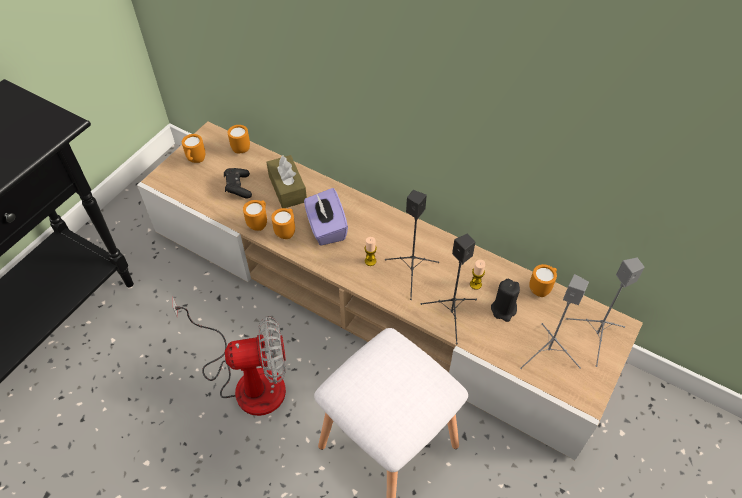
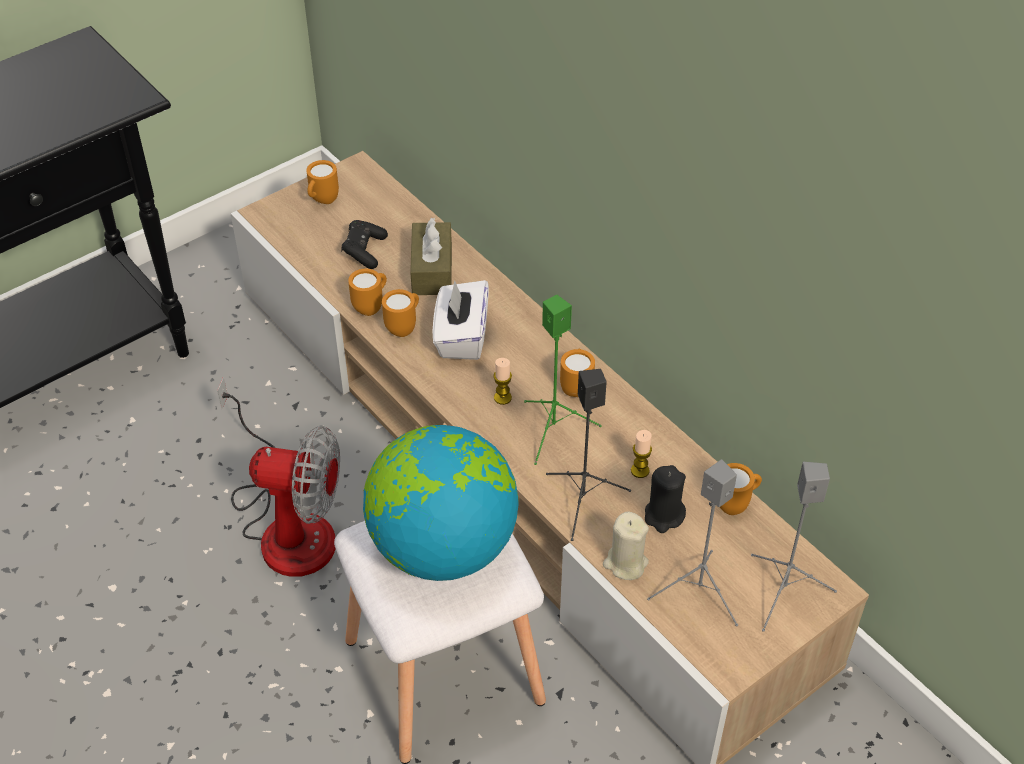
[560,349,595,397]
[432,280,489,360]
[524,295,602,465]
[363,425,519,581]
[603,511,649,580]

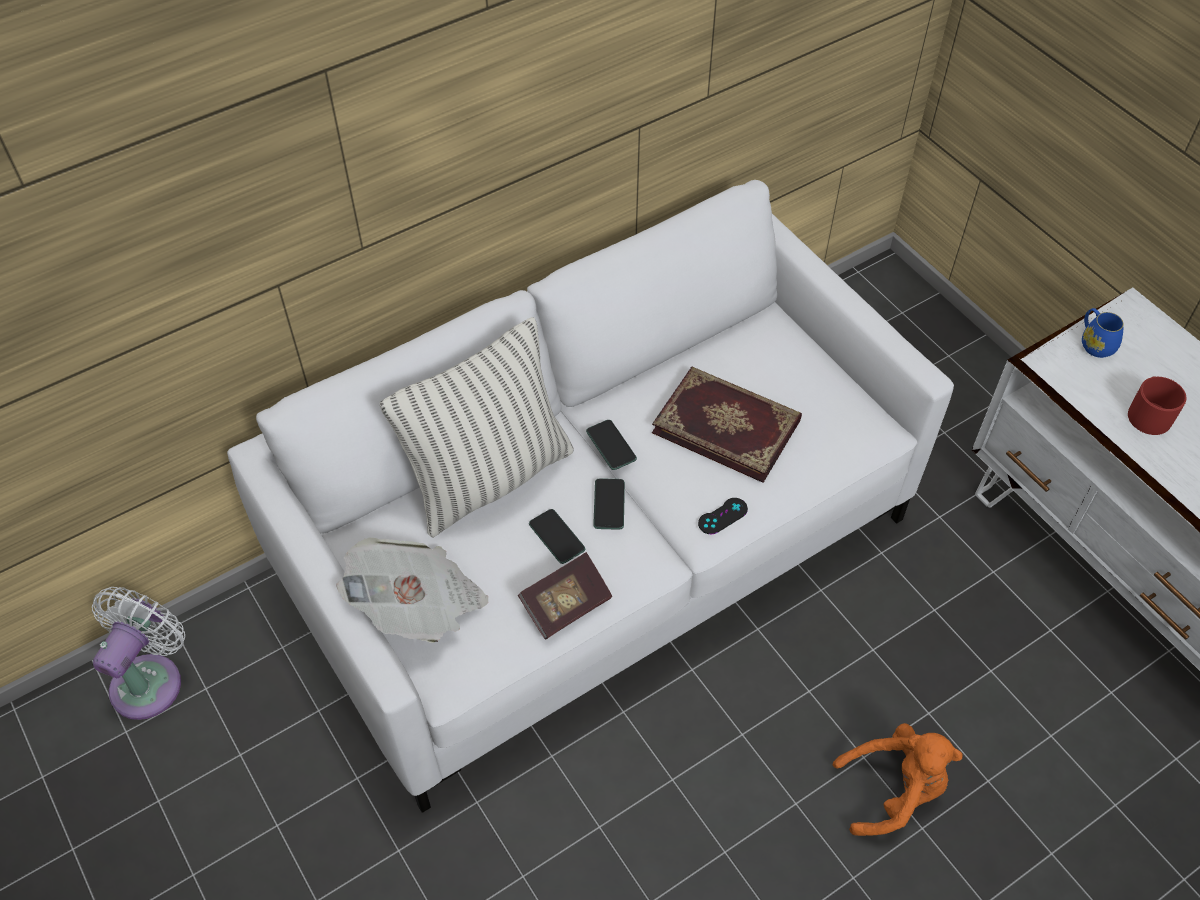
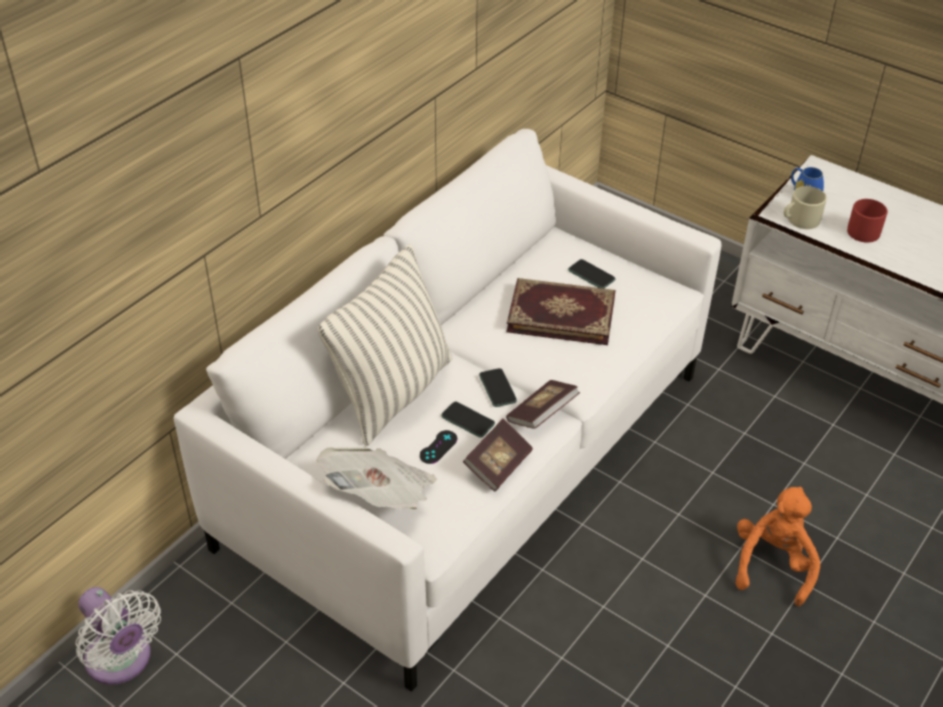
[76,587,161,685]
[568,259,615,289]
[420,430,457,464]
[736,487,820,606]
[506,380,580,429]
[784,186,827,229]

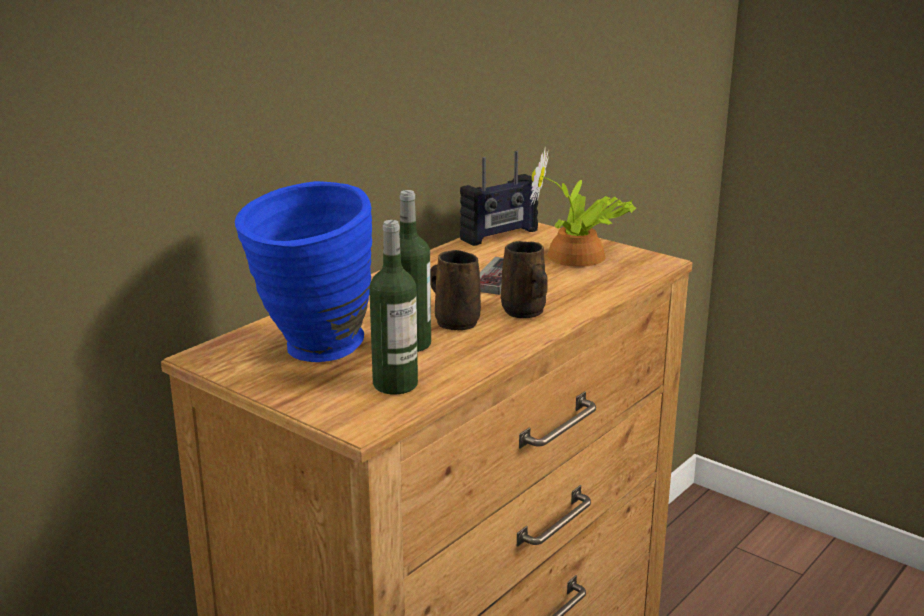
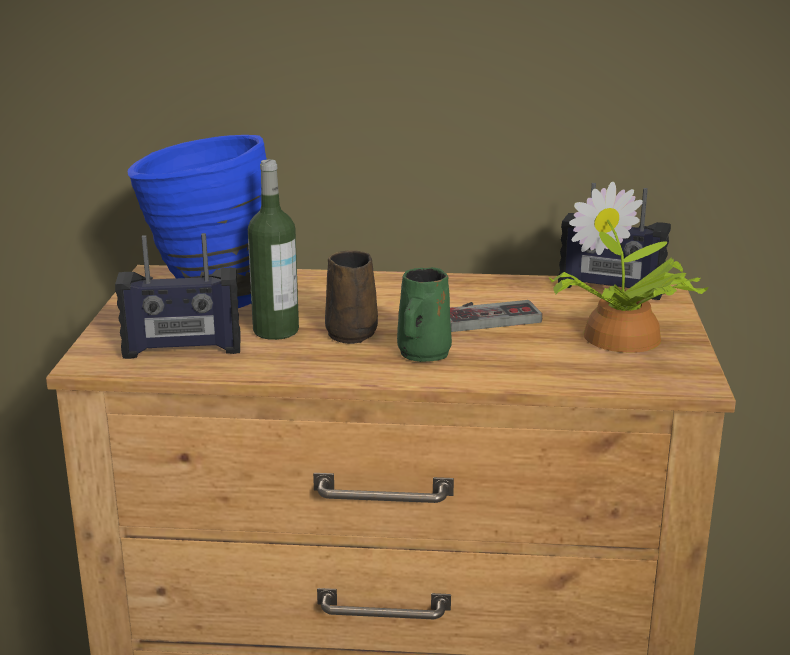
[115,233,241,359]
[397,267,452,362]

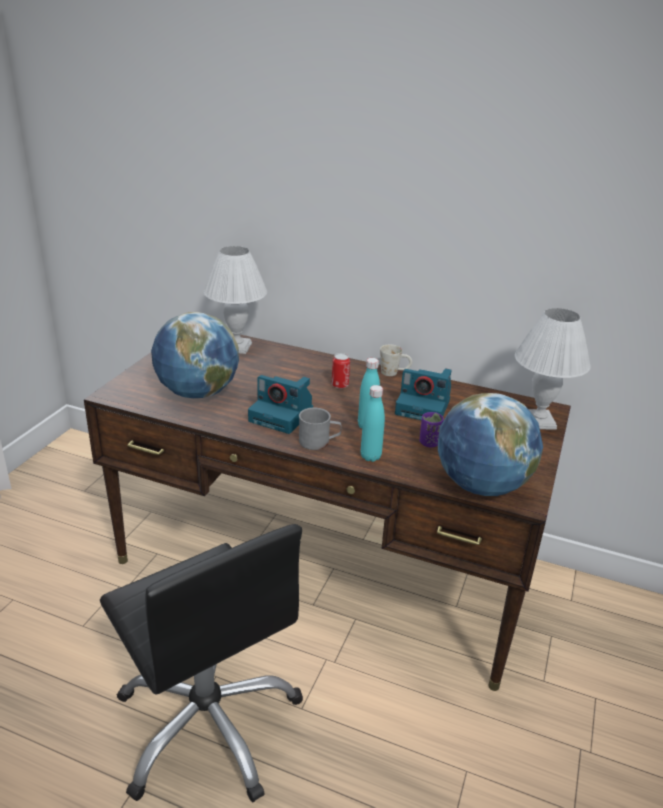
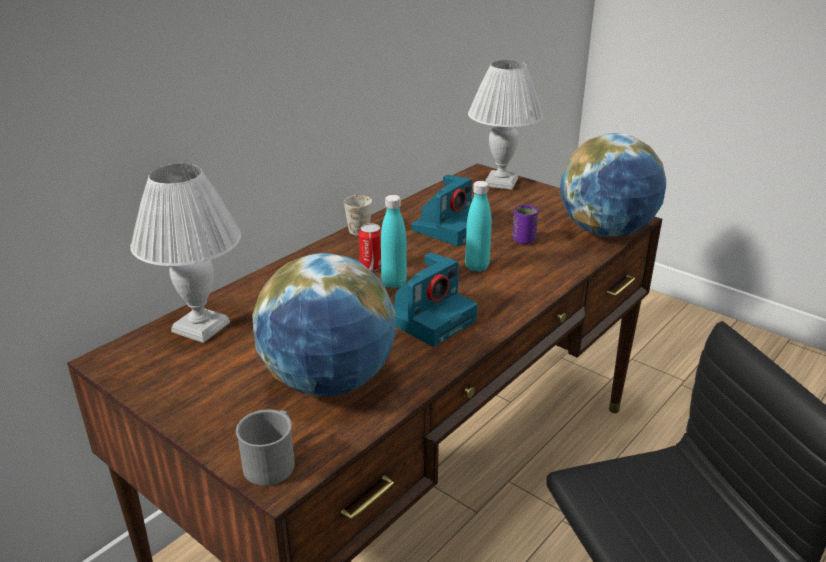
[236,409,295,486]
[381,195,407,289]

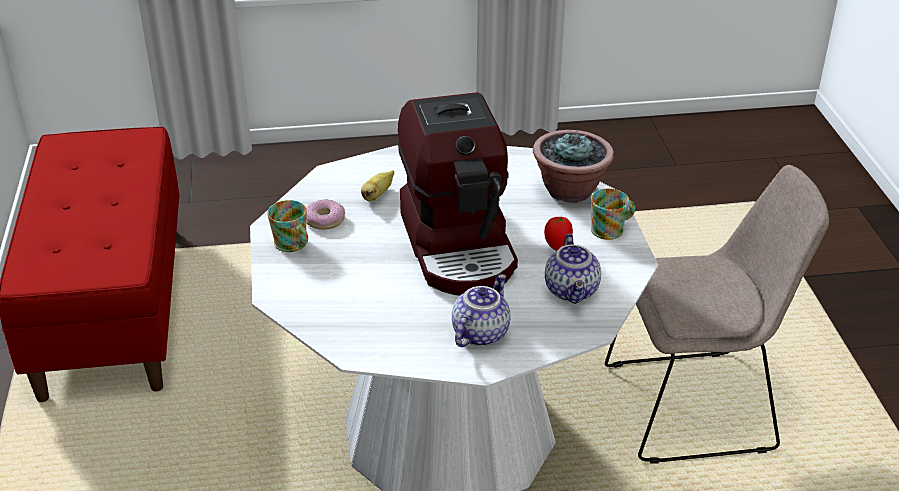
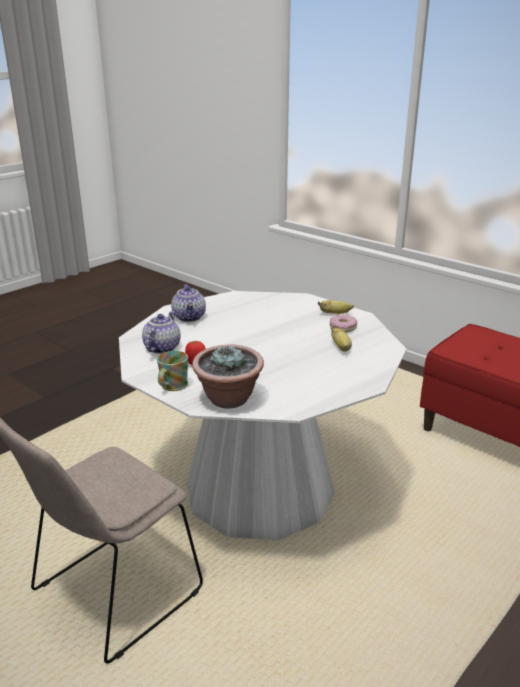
[318,300,354,314]
[397,92,518,296] (first image)
[142,311,181,354]

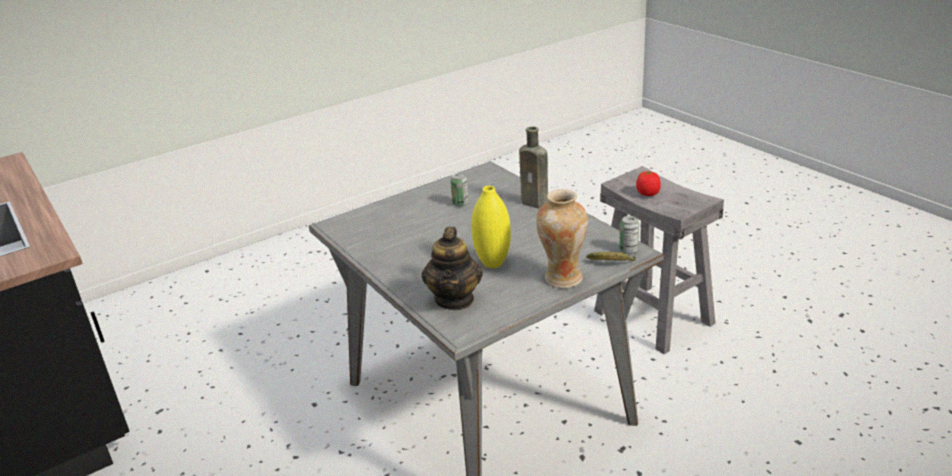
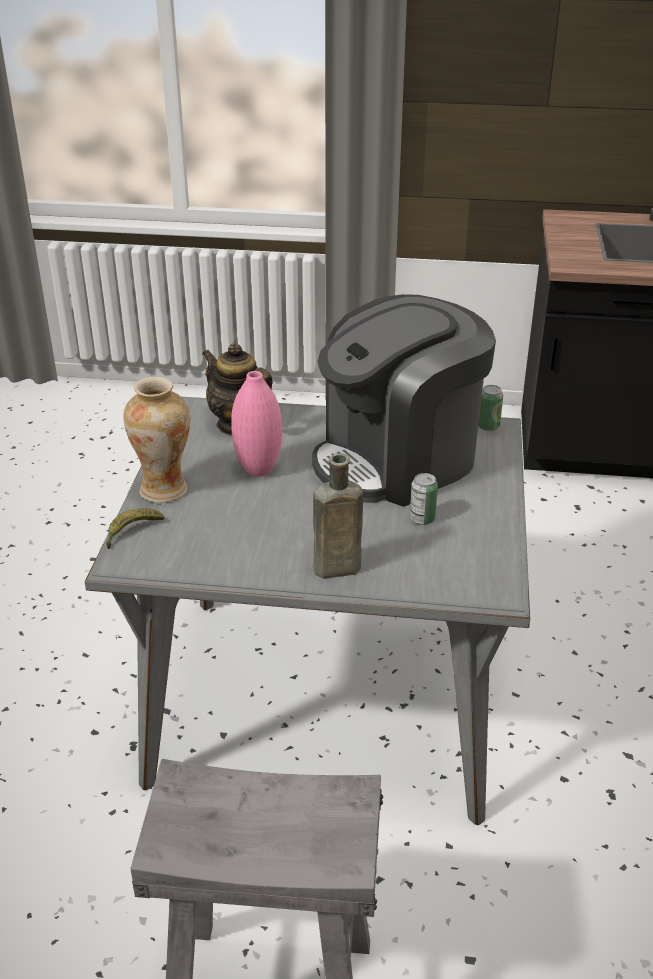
[231,371,282,477]
[478,385,503,431]
[636,170,661,196] (first image)
[312,294,496,507]

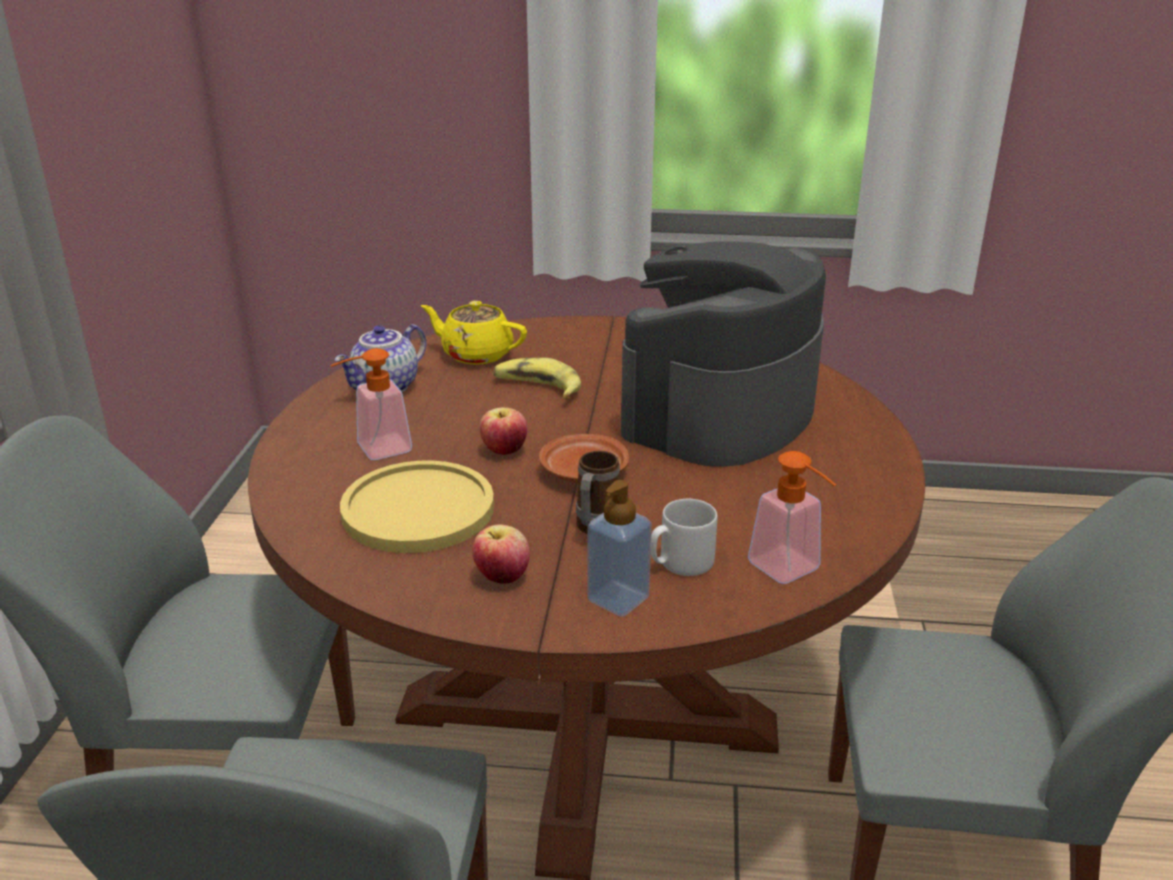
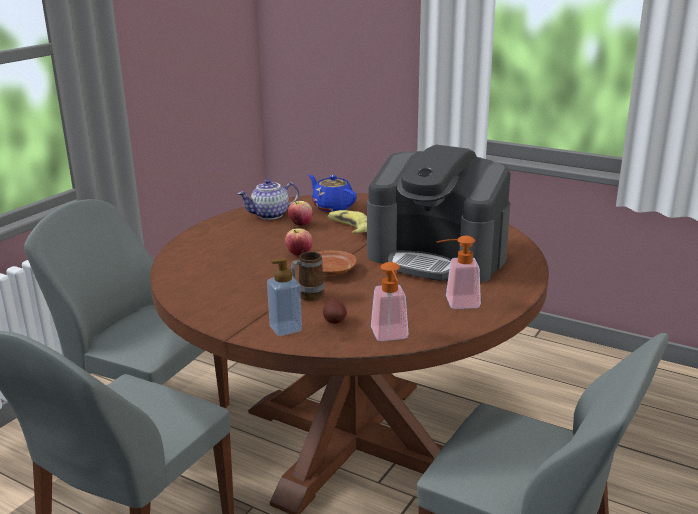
[436,236,481,309]
[340,460,494,553] (first image)
[308,175,357,212]
[288,200,313,226]
[367,145,511,283]
[323,298,347,324]

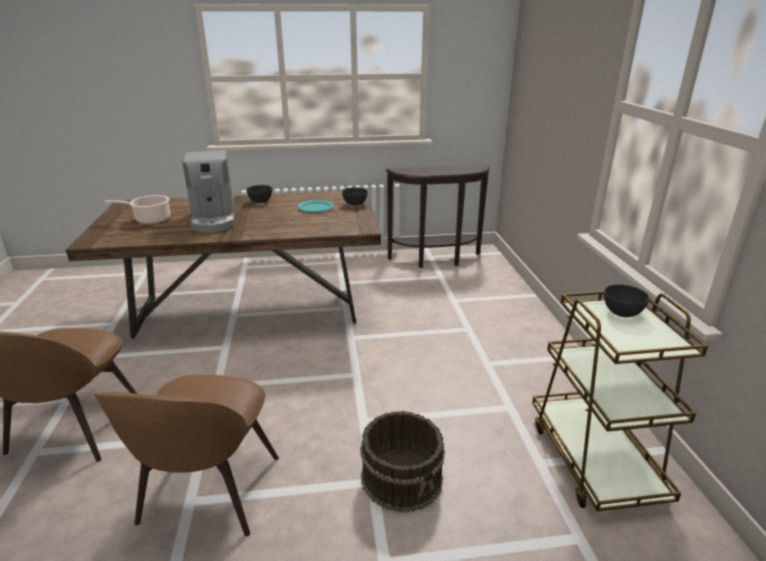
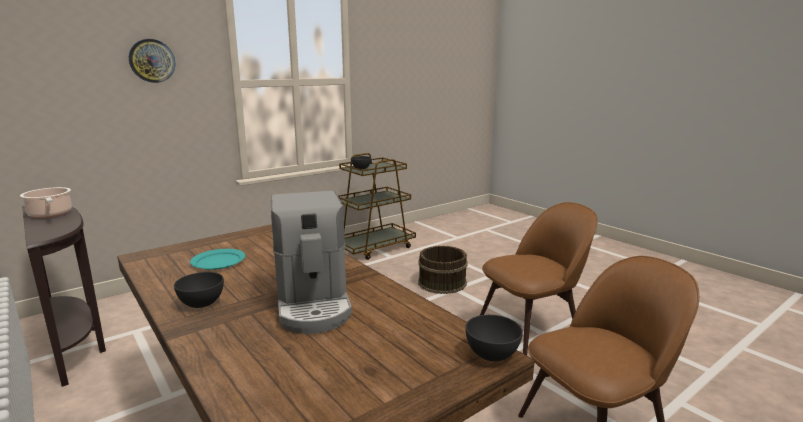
[20,187,72,218]
[271,191,352,334]
[465,315,523,361]
[129,39,175,83]

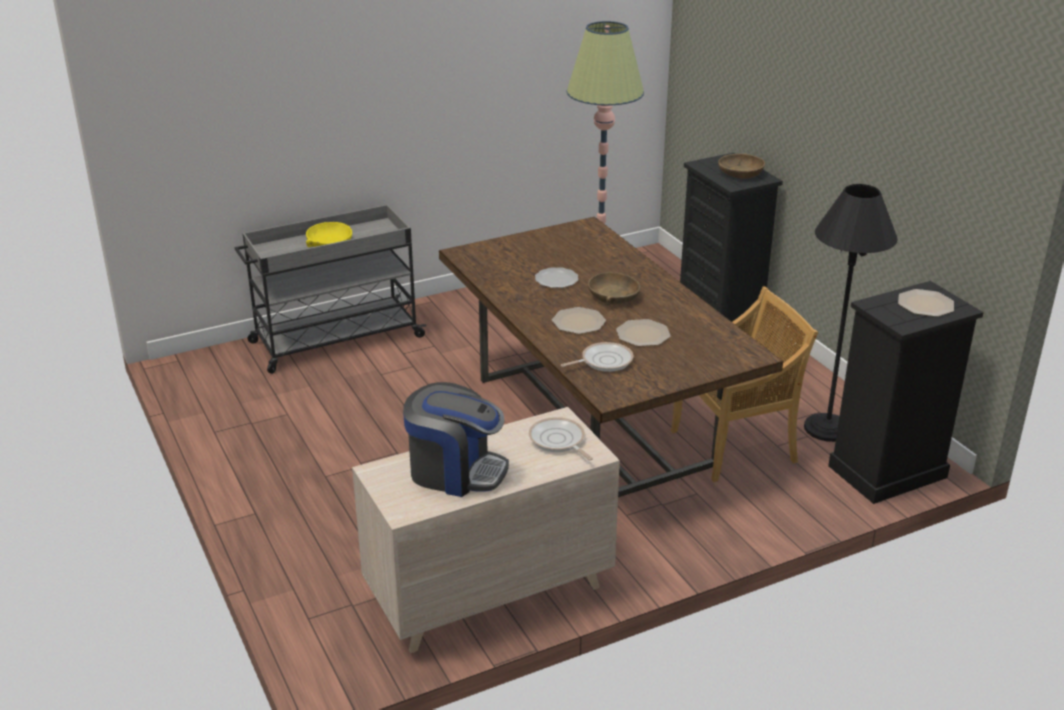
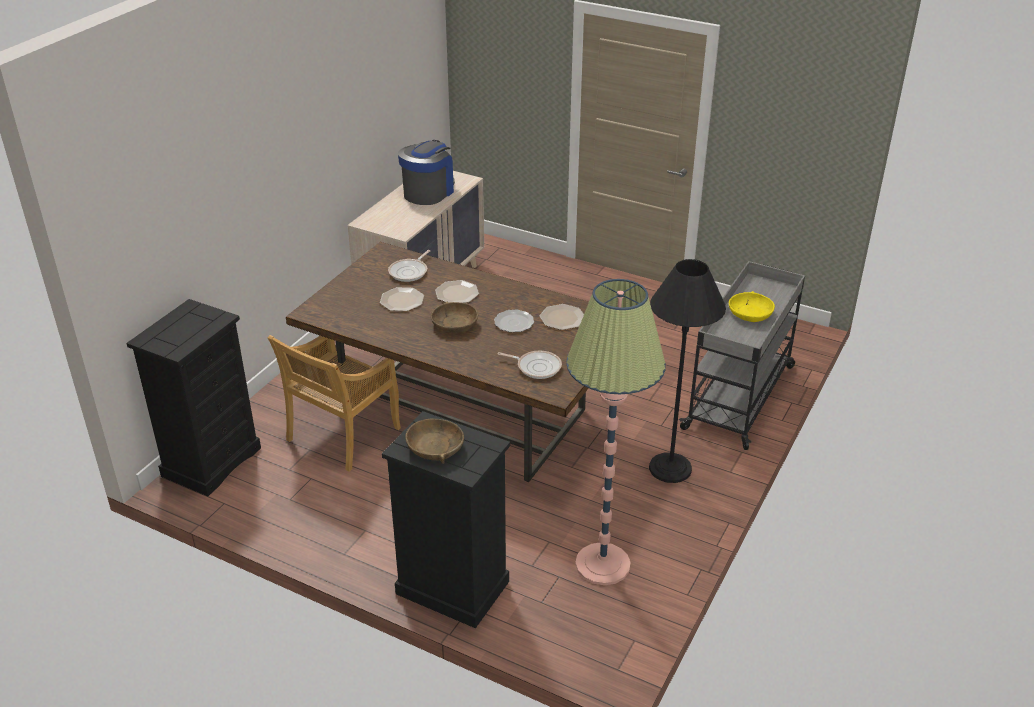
[398,140,455,205]
[497,351,562,379]
[649,259,726,483]
[540,304,584,330]

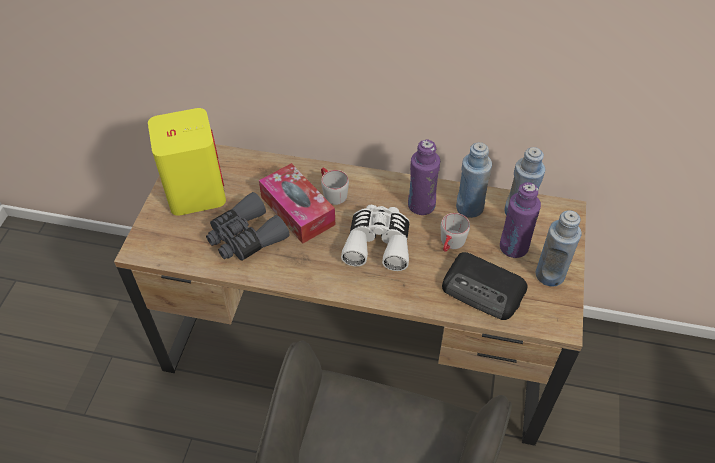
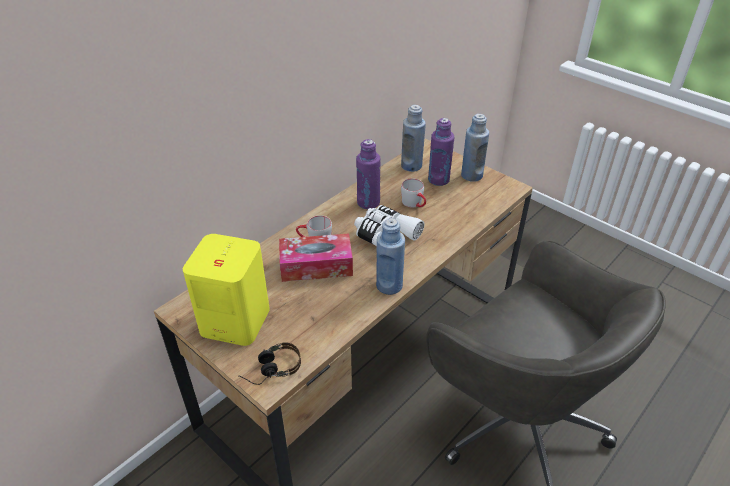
[206,192,289,261] (first image)
[442,252,528,320] (first image)
[376,218,405,295]
[238,342,301,385]

